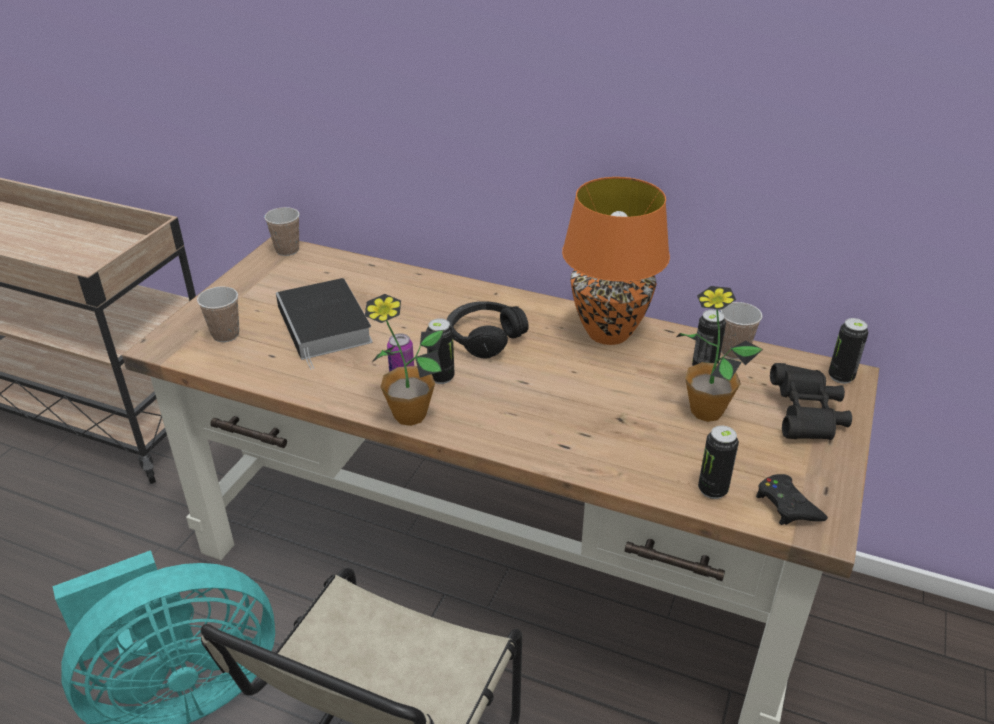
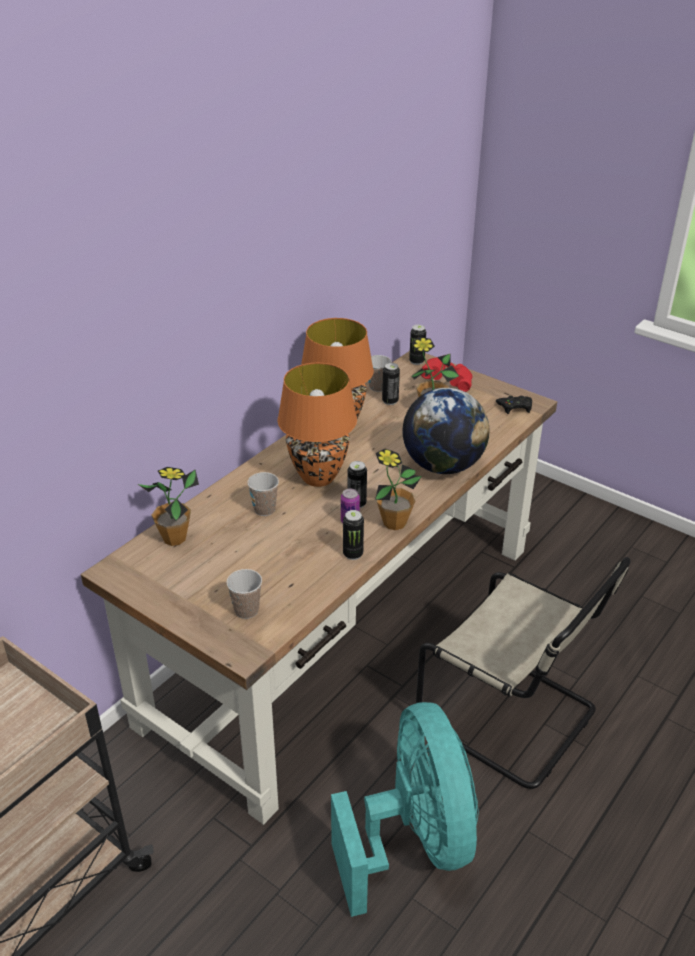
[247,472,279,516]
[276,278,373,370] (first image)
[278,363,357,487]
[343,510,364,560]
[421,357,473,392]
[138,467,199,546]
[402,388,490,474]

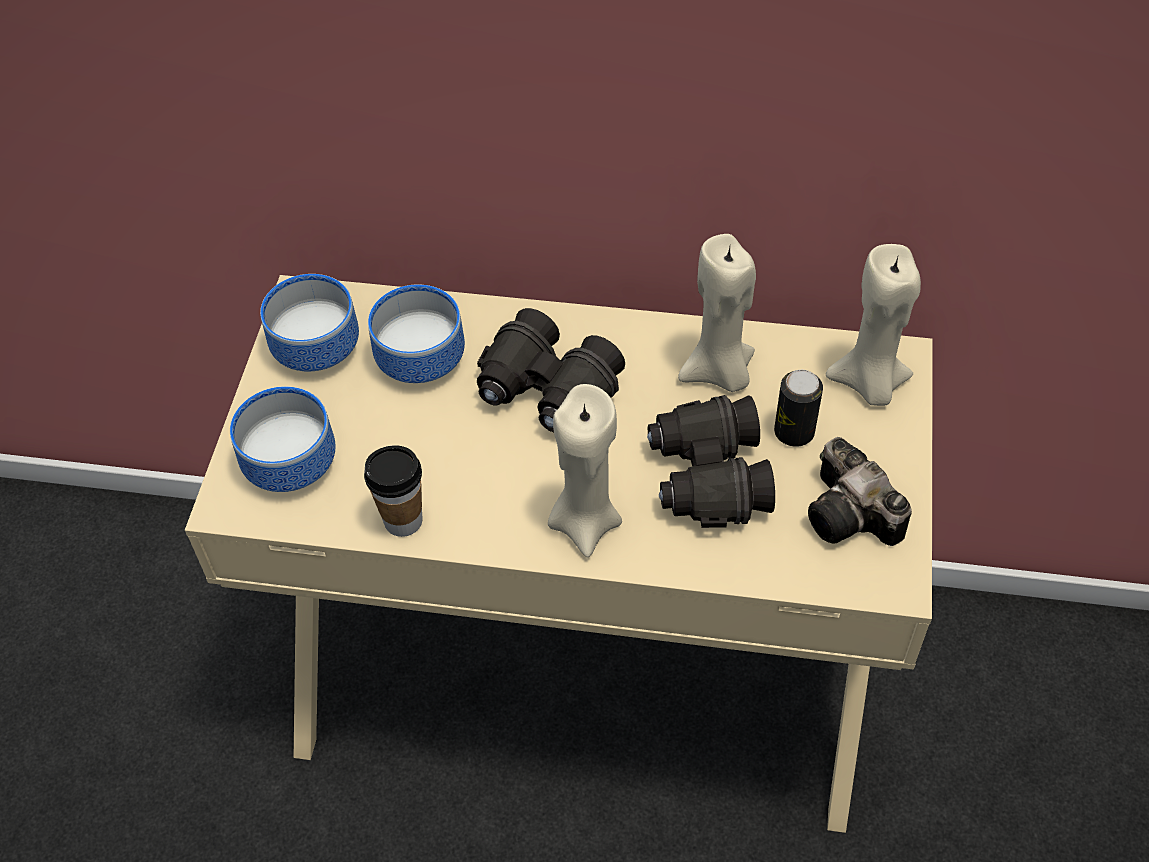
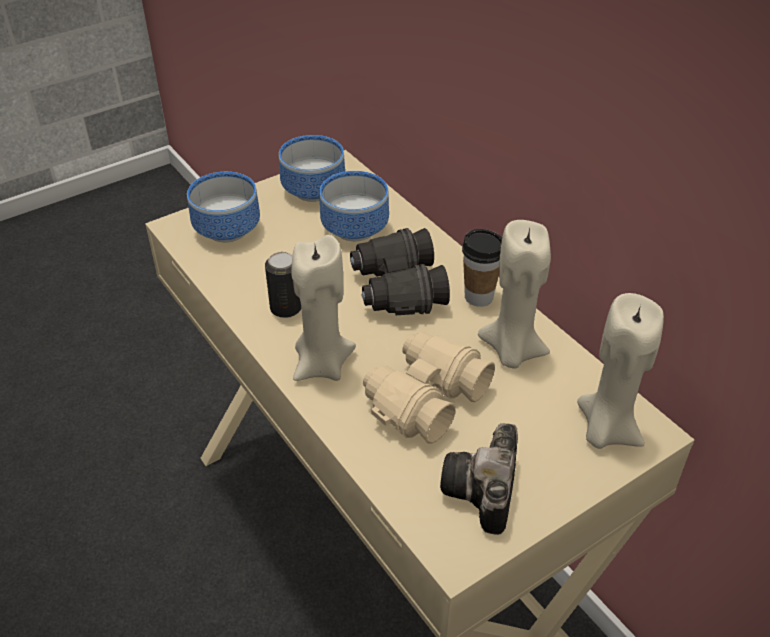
[462,229,502,307]
[363,331,495,444]
[265,252,301,318]

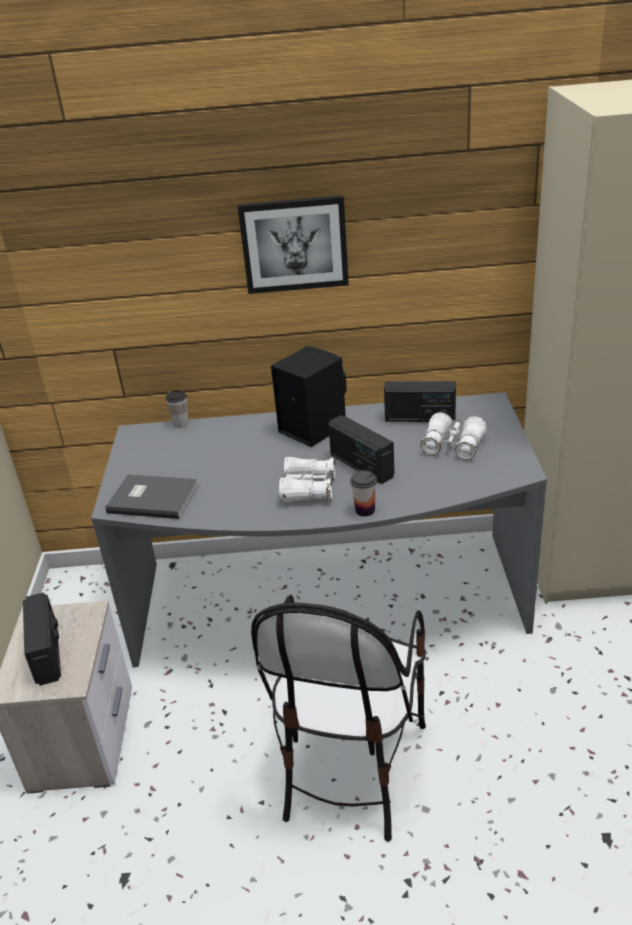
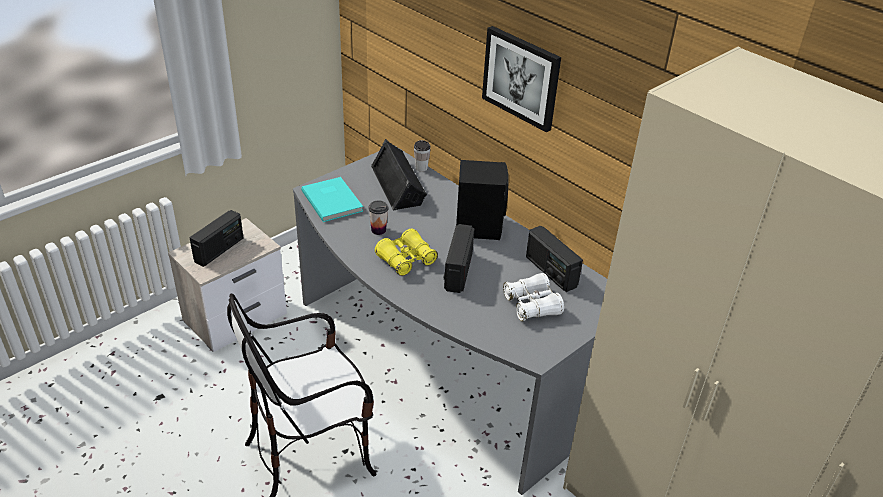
[301,177,363,222]
[375,229,438,276]
[369,200,389,235]
[371,139,427,211]

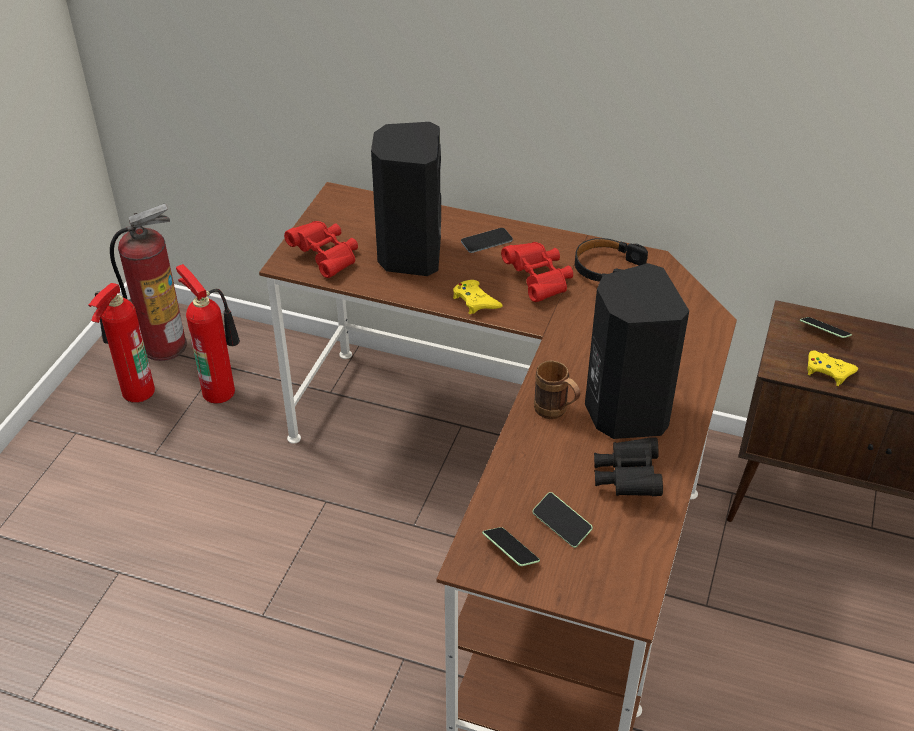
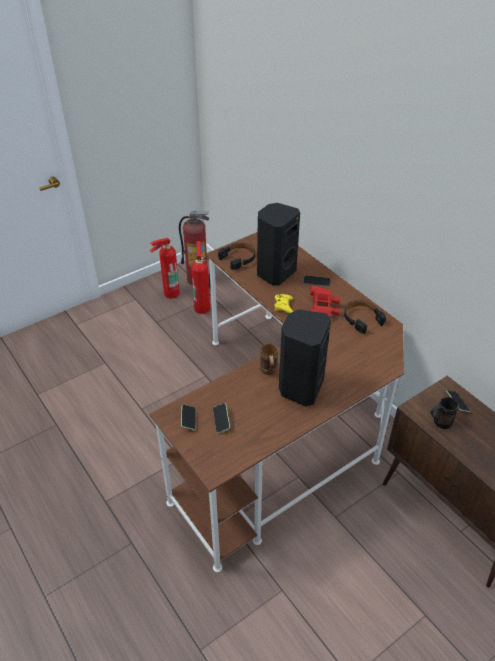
[218,243,255,270]
[594,437,663,496] (first image)
[431,397,459,429]

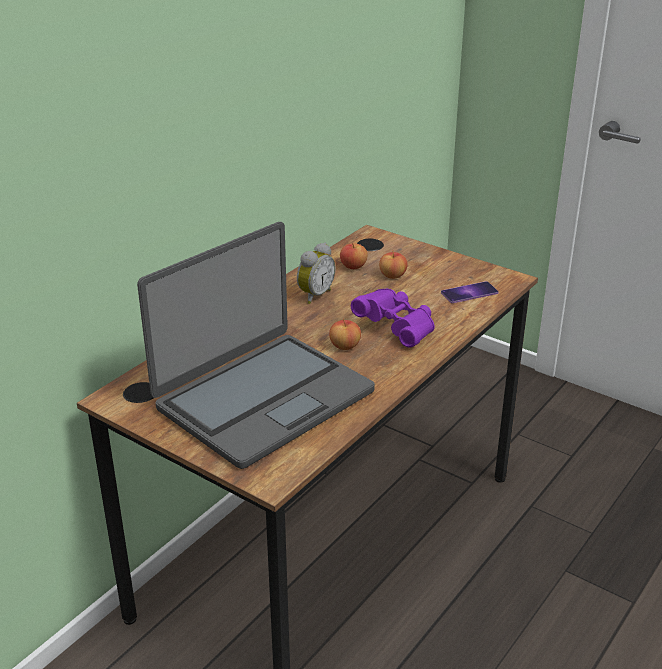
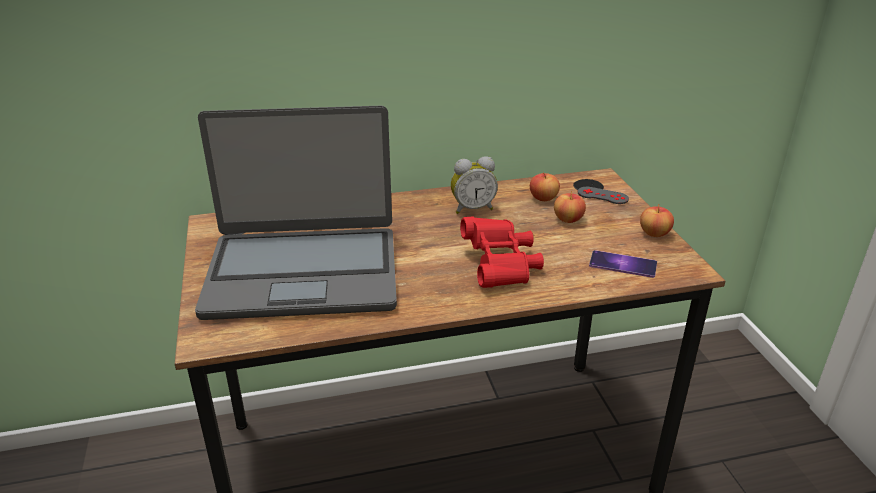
[640,204,674,237]
[460,217,544,288]
[577,187,629,204]

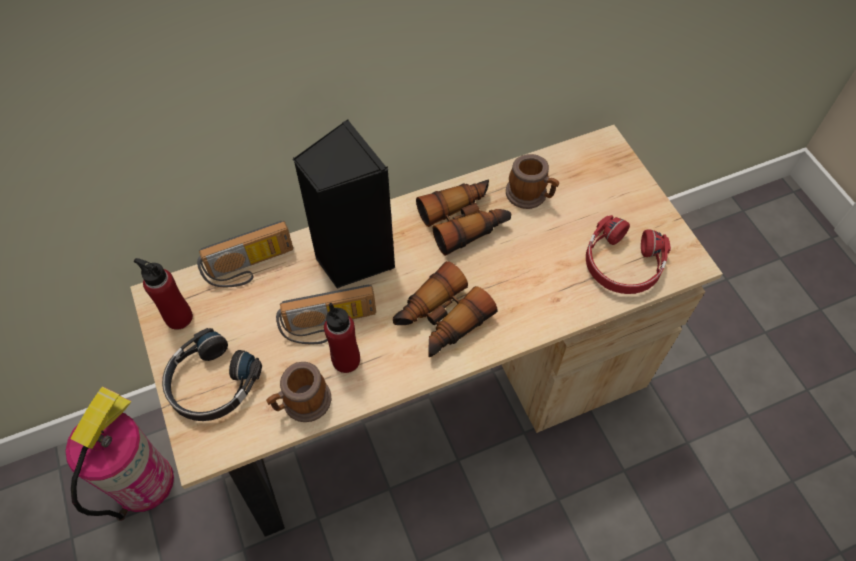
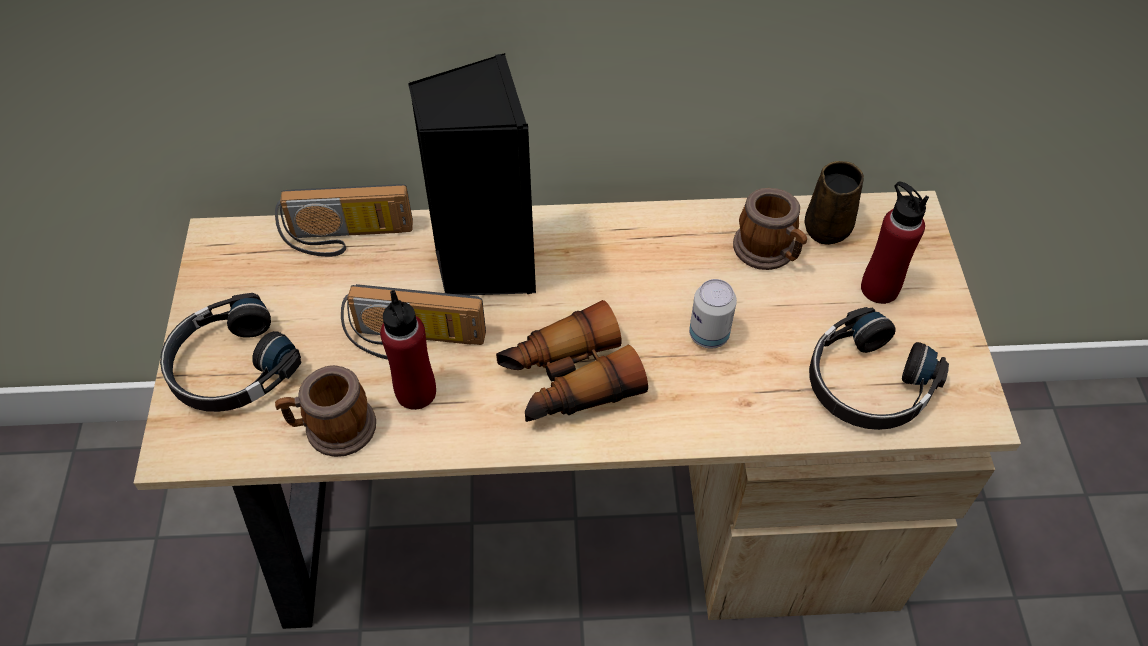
[66,386,174,521] (first image)
[861,182,929,304]
[416,180,511,256] (first image)
[809,307,949,430]
[689,279,737,349]
[805,161,864,245]

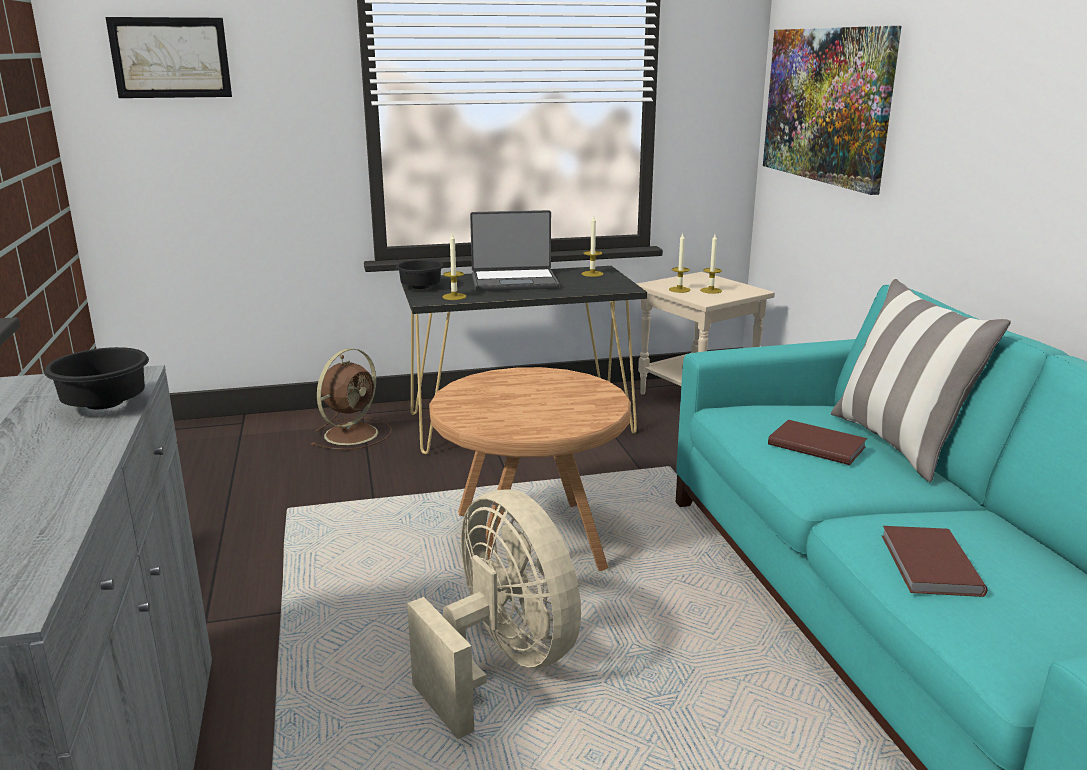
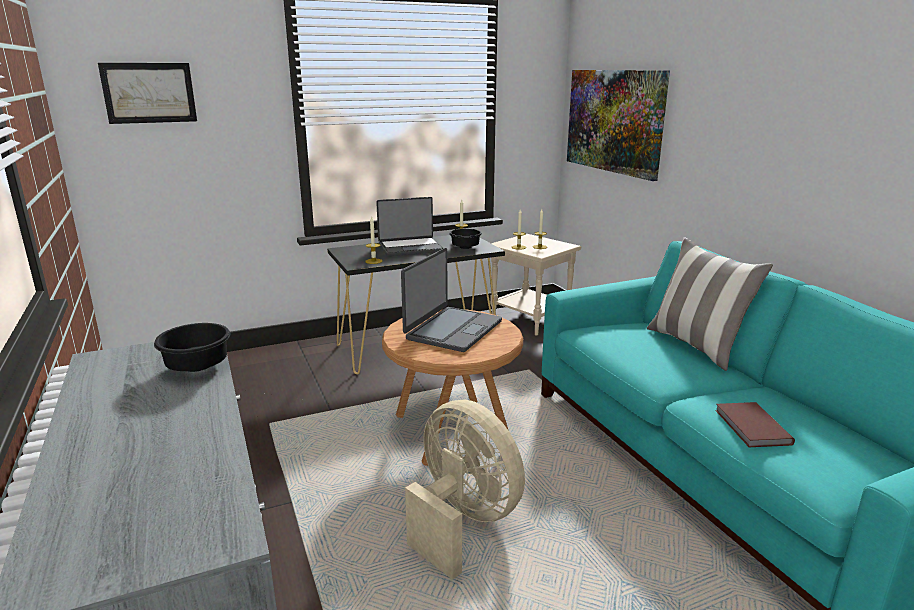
[311,348,392,450] (first image)
[449,229,482,249]
[768,420,867,465] (first image)
[401,248,502,352]

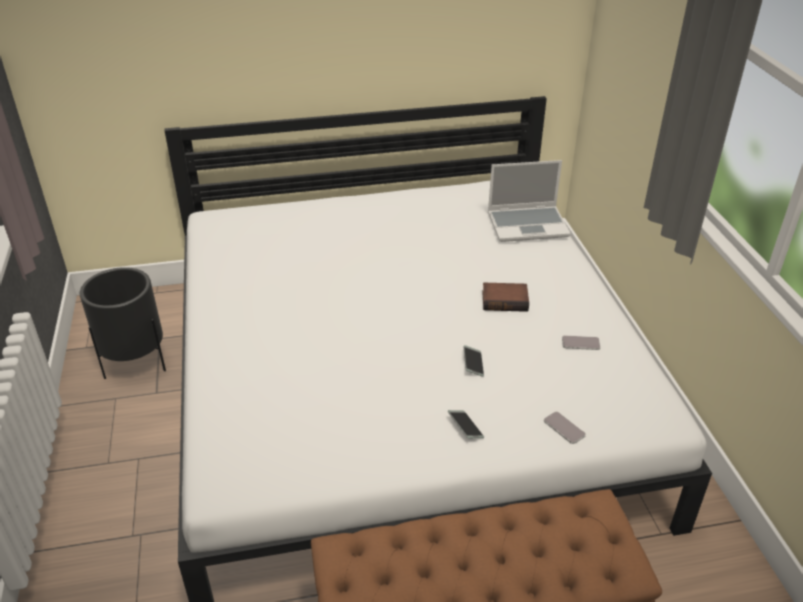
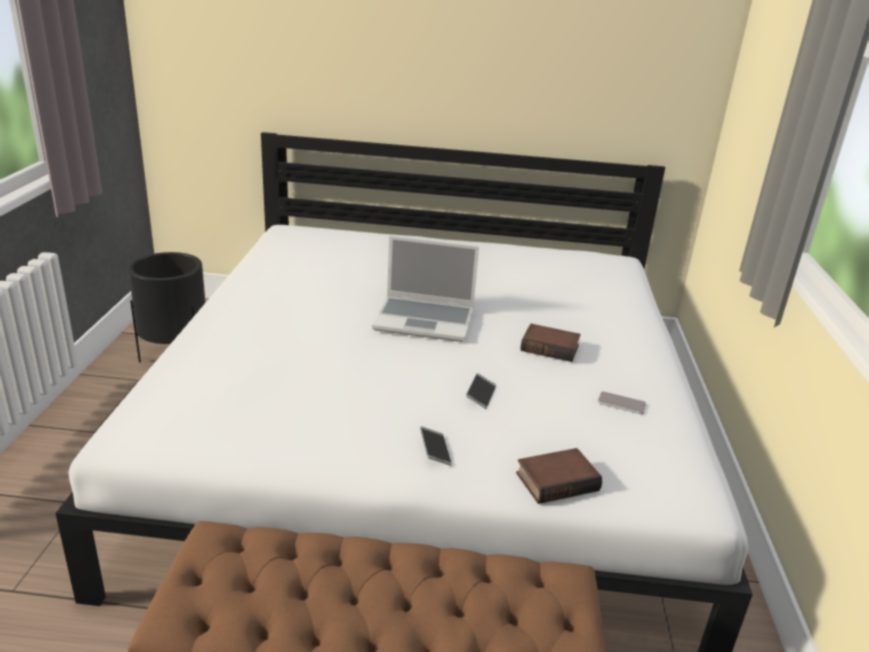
[372,236,479,342]
[516,448,602,504]

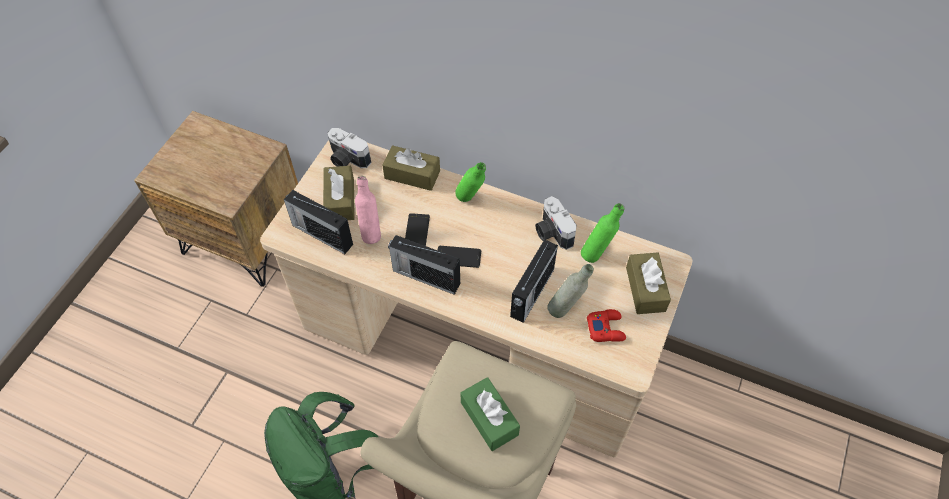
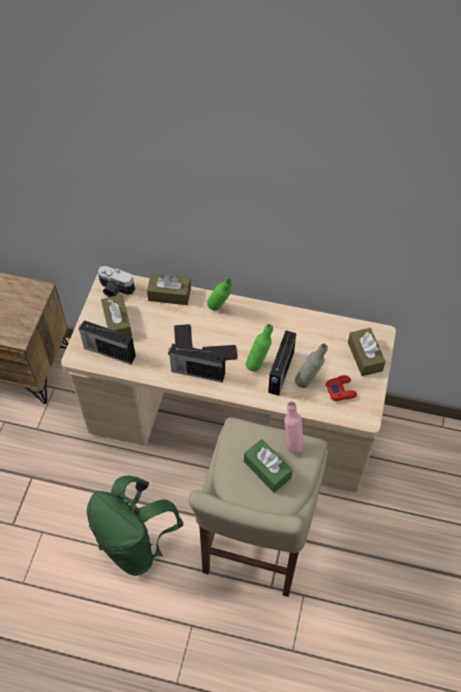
[284,402,304,454]
[535,196,577,250] (first image)
[246,324,273,372]

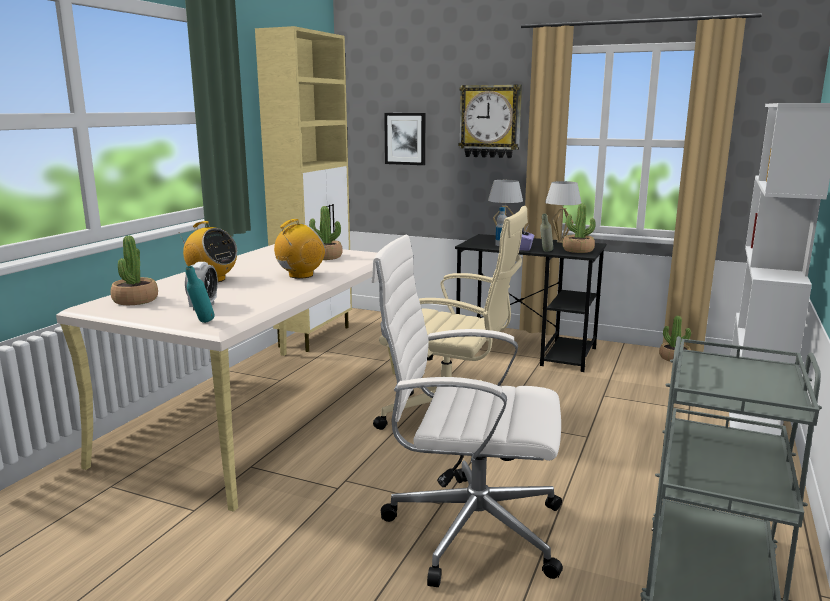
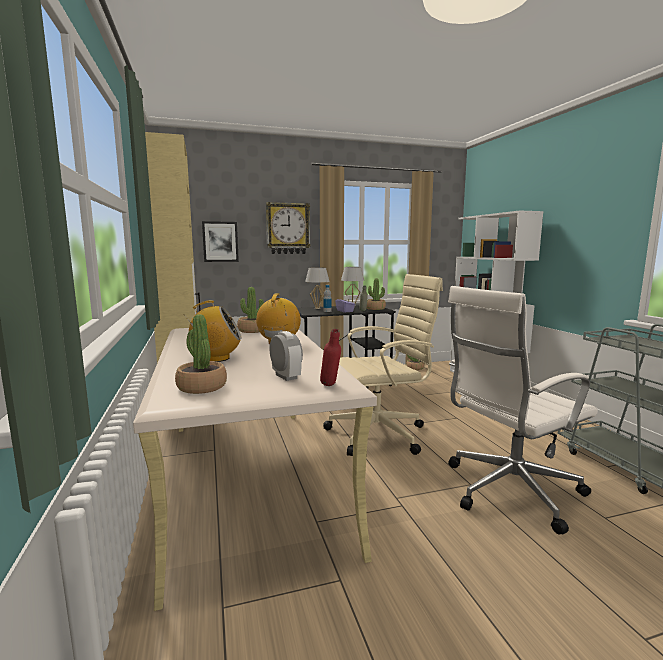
[320,329,341,386]

